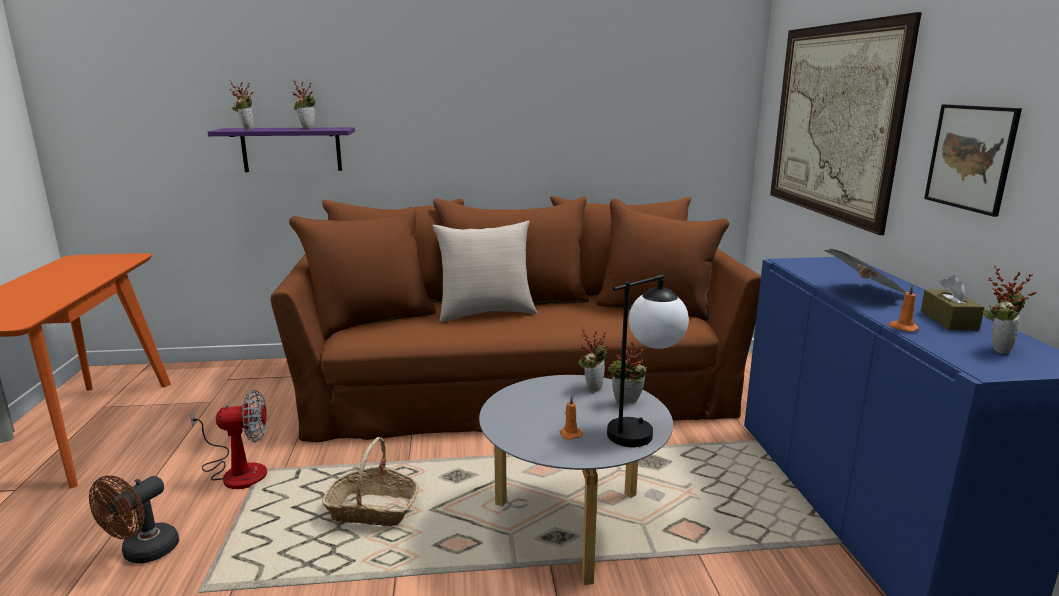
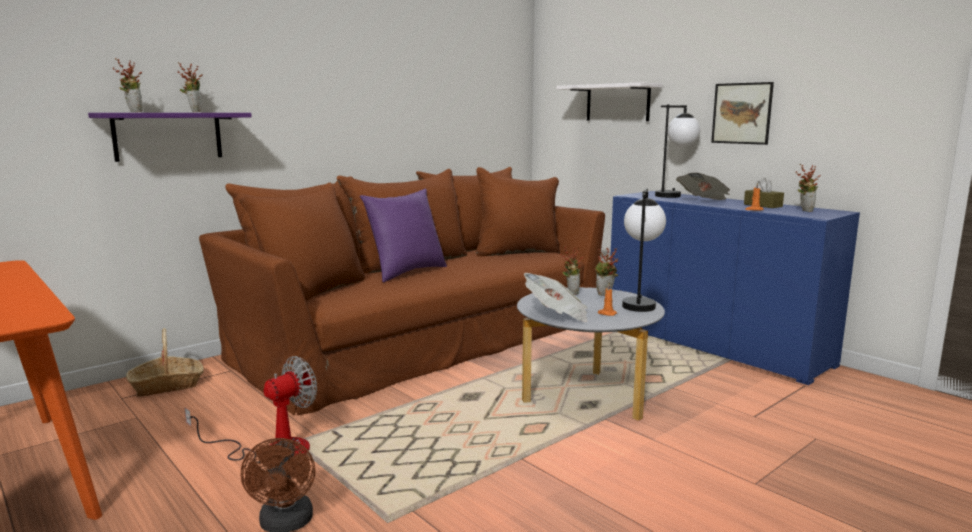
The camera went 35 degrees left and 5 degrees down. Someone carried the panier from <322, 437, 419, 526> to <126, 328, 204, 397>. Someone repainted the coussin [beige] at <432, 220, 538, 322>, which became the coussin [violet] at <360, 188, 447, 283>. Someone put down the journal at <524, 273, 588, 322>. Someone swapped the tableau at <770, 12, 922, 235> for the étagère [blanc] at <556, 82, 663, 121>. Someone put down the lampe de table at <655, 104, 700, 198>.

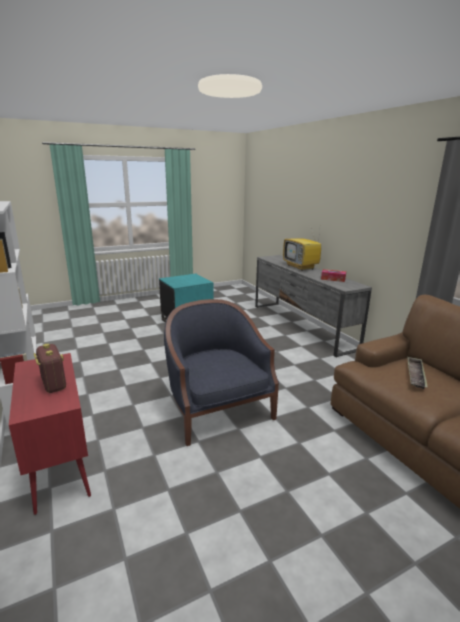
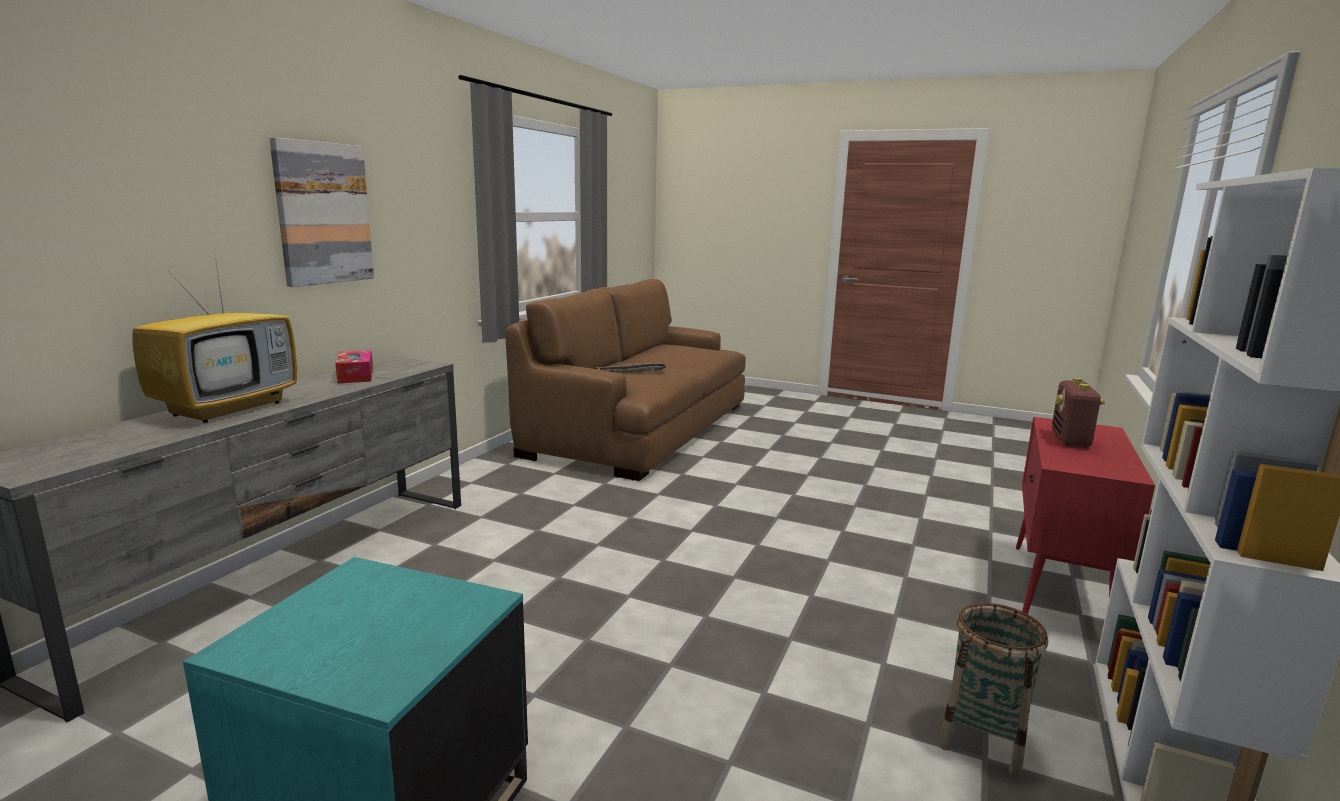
The camera went 130 degrees left and 5 degrees down. Someone put up the tableau at <269, 137, 374, 287>. Someone put down the panier at <938, 603, 1048, 776>. Someone took away the fauteuil [bleu] at <164, 299, 279, 446>.

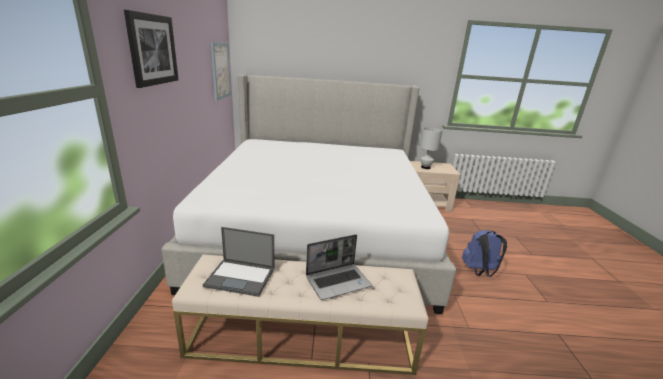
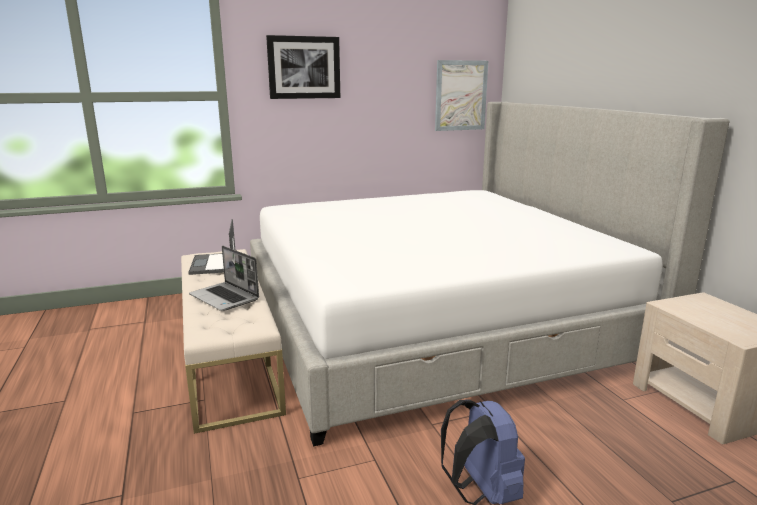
The camera went 70 degrees right and 5 degrees down. Someone took away the lampe de table [blanc] at <420, 127, 442, 169>.

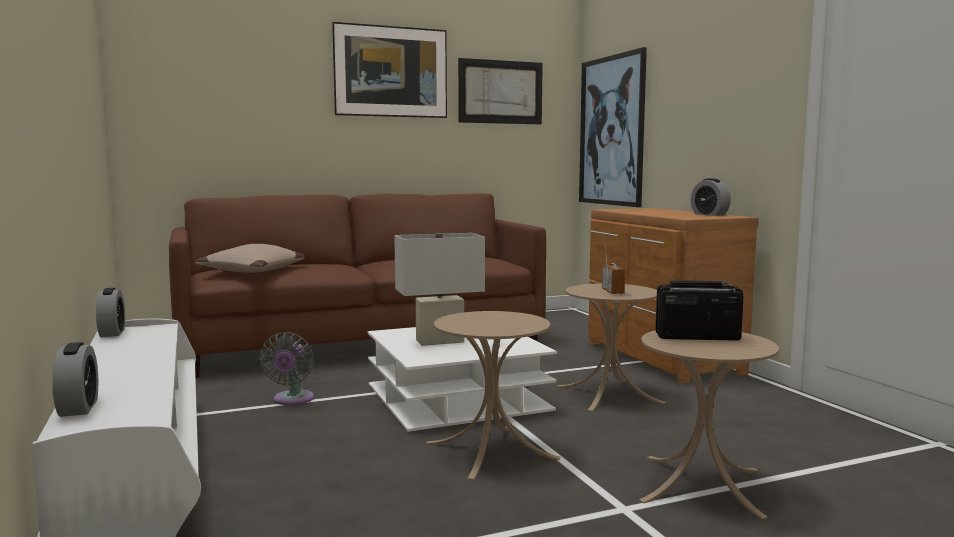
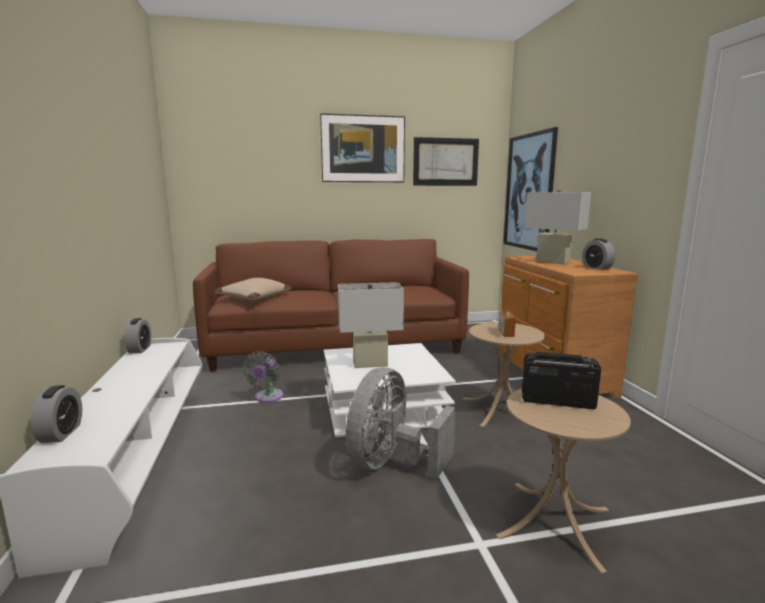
The camera went 10 degrees right and 5 degrees up. Someone swapped the table d'appoint [beige] at <426, 311, 560, 480> for the ventilateur [gris] at <346, 367, 456, 479>. Someone put down the lampe de table [blanc] at <525, 190, 591, 264>.

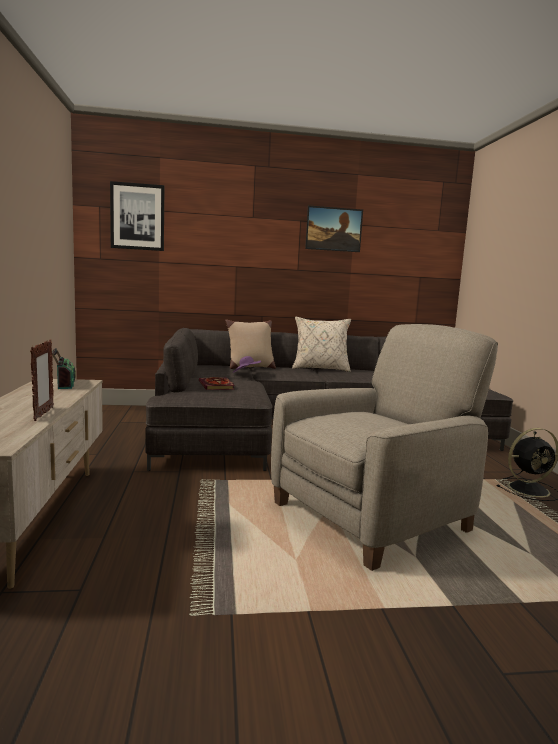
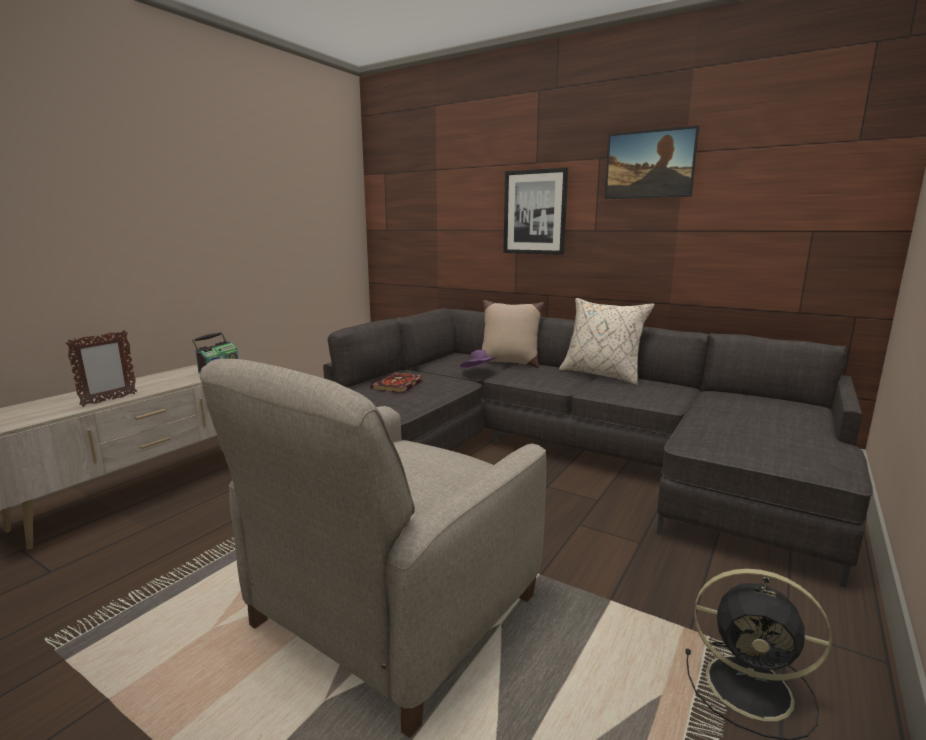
The camera went 40 degrees right and 5 degrees up. Someone rotated the fauteuil [beige] at <271, 324, 498, 571> by 120 degrees clockwise. Someone carried the tableau from <110, 181, 165, 251> to <503, 167, 568, 255>.

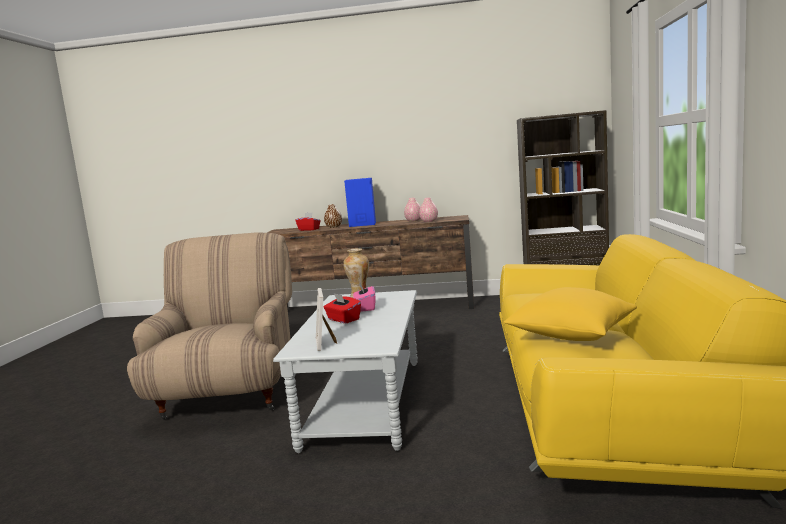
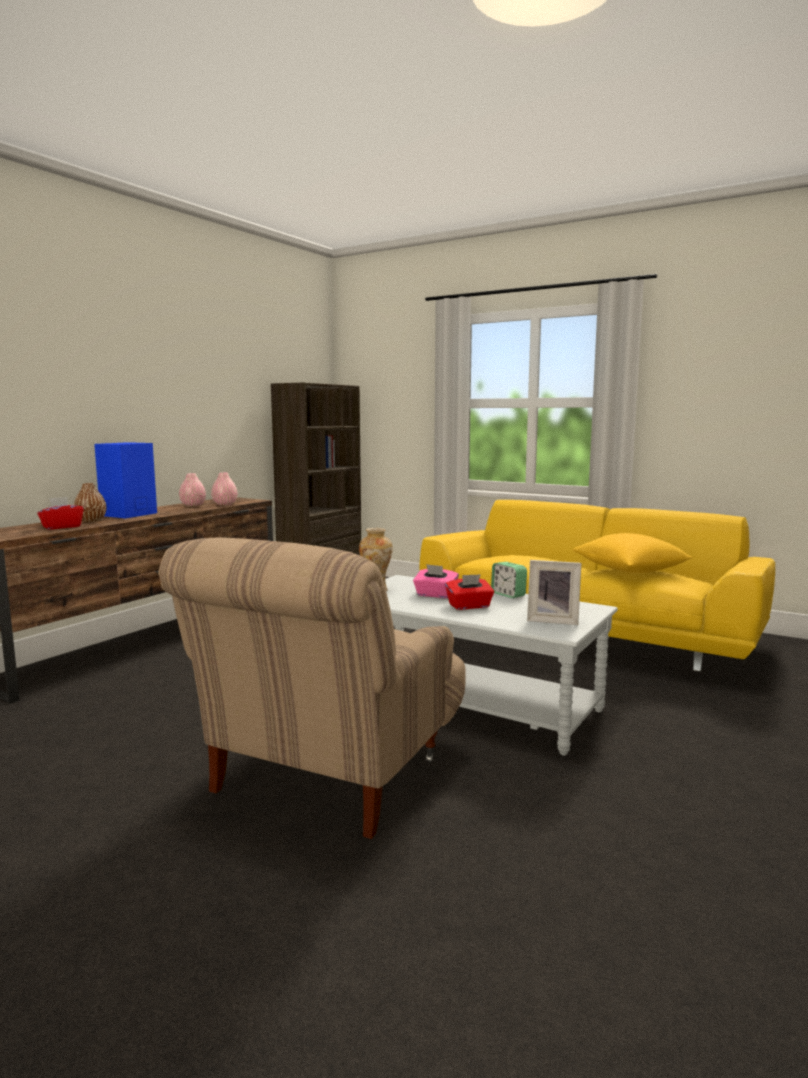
The camera went 65 degrees left and 0 degrees up. Someone rotated the fauteuil [beige] at <127, 232, 292, 420> by 90 degrees counterclockwise. Someone put down the réveil at <491, 562, 527, 598>.

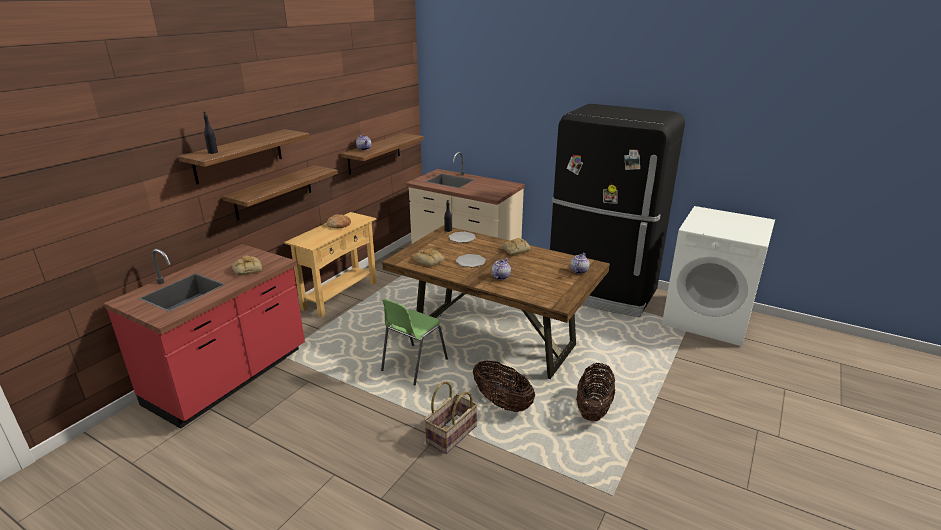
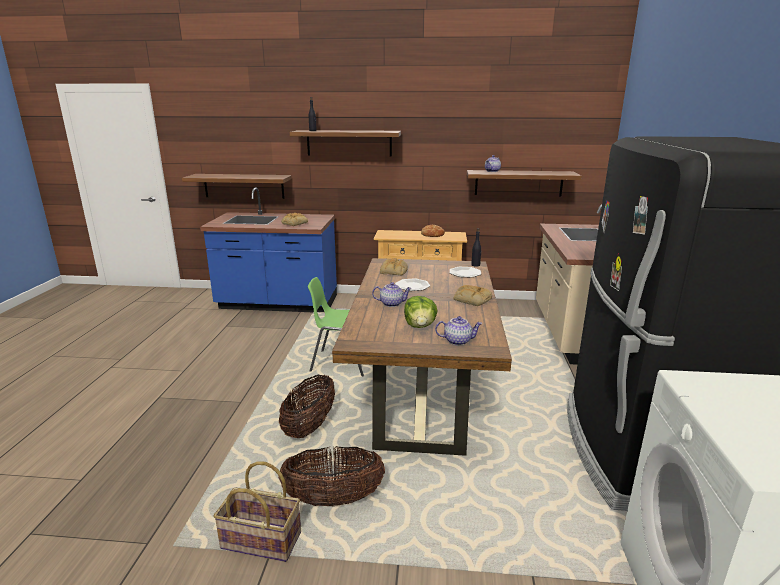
The camera went 65 degrees right and 5 degrees down. Someone carried the étagère from <222, 165, 338, 221> to <182, 174, 292, 199>. Someone repainted the comptoir de cuisine [rouge] at <103, 244, 305, 429>, which became the comptoir de cuisine [bleu] at <200, 188, 337, 312>. Someone carried the panier from <424, 381, 478, 454> to <213, 461, 301, 562>. Someone put down the laitue at <404, 296, 438, 328>.

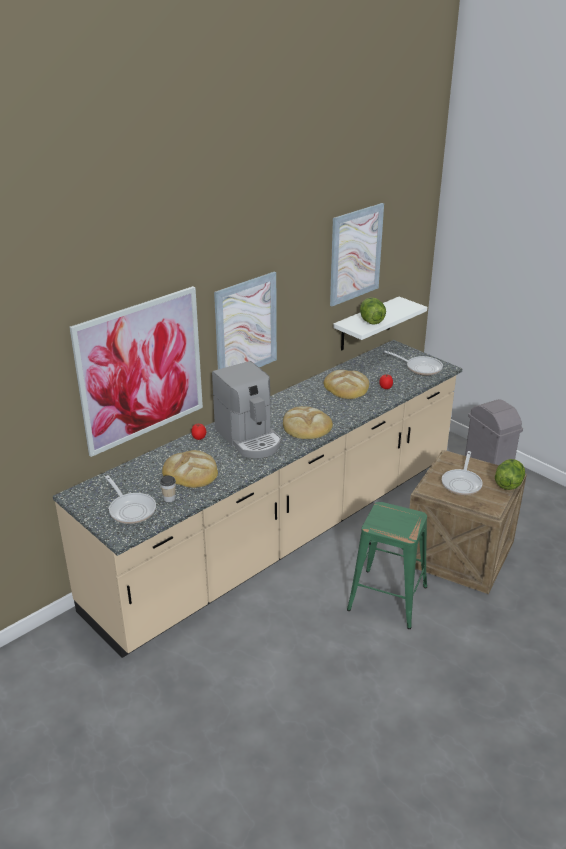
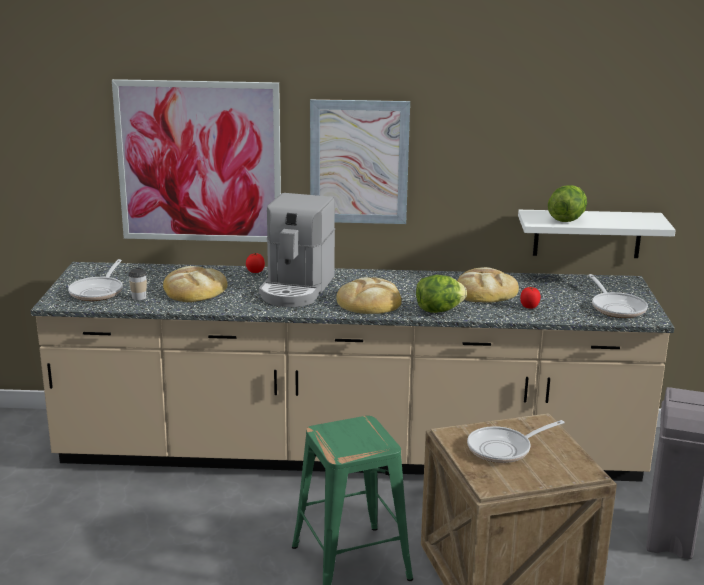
The camera went 45 degrees right and 10 degrees down. Someone carried the laitue from <495, 459, 525, 490> to <416, 275, 467, 313>. Someone took away the tableau at <330, 203, 384, 306>.

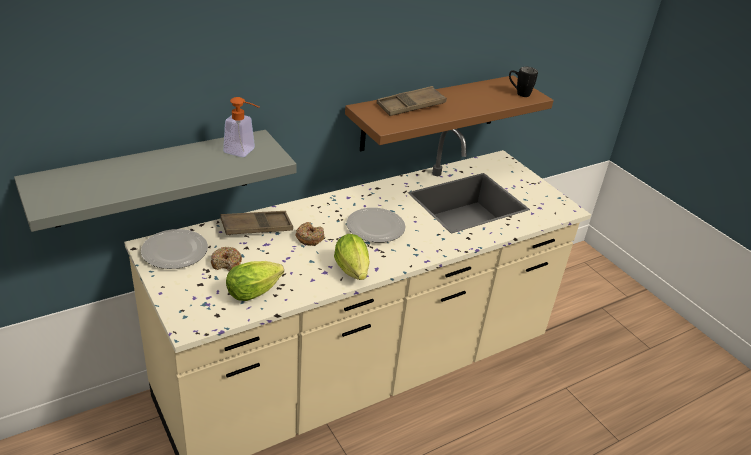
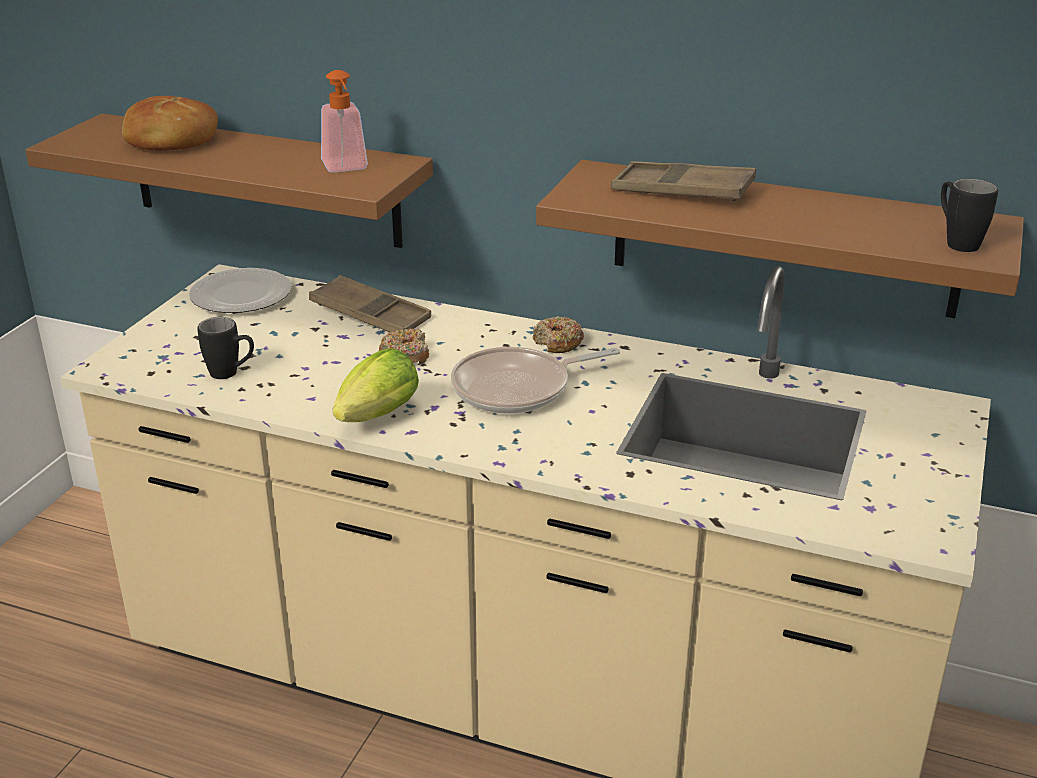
The camera went 55 degrees right and 5 degrees down. Someone repainted the étagère [gris] at <14, 130, 297, 232>, which became the étagère [marron] at <25, 113, 433, 248>. Someone put down the pain at <122, 96, 218, 150>. Someone swapped the laitue at <226, 261, 284, 301> for the mug [noir] at <197, 317, 254, 379>. Someone swapped the assiette at <346, 208, 406, 242> for the poêle at <451, 347, 620, 414>. Someone carried the beignet from <211, 247, 242, 271> to <533, 316, 584, 353>.

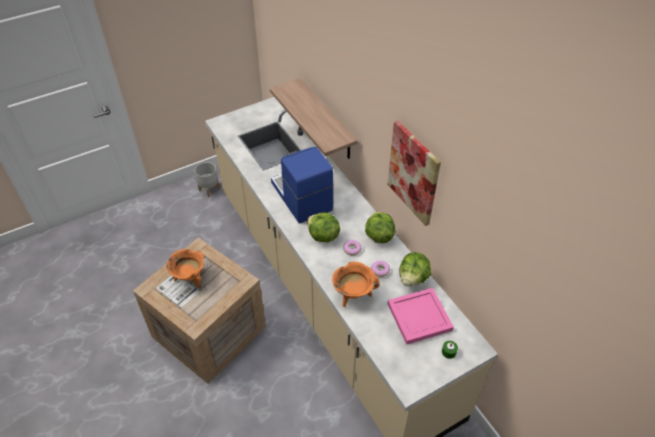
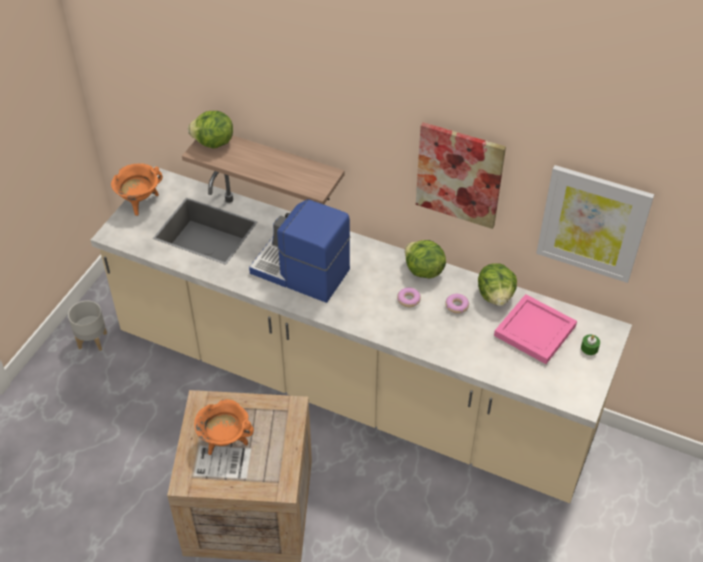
The camera went 35 degrees left and 0 degrees up. Someone carried the marmite [orange] from <332, 262, 380, 307> to <111, 164, 163, 216>. Someone carried the laitue from <307, 212, 340, 242> to <188, 111, 233, 149>. Someone put up the tableau at <536, 165, 654, 283>.

